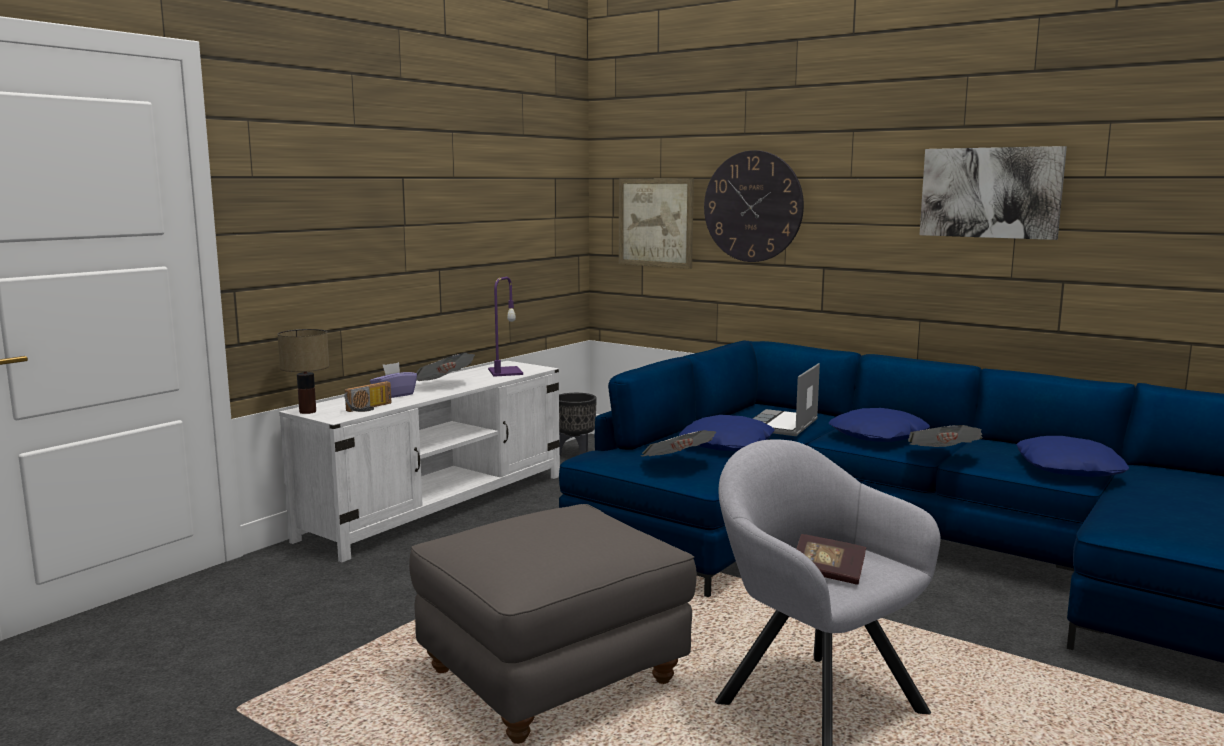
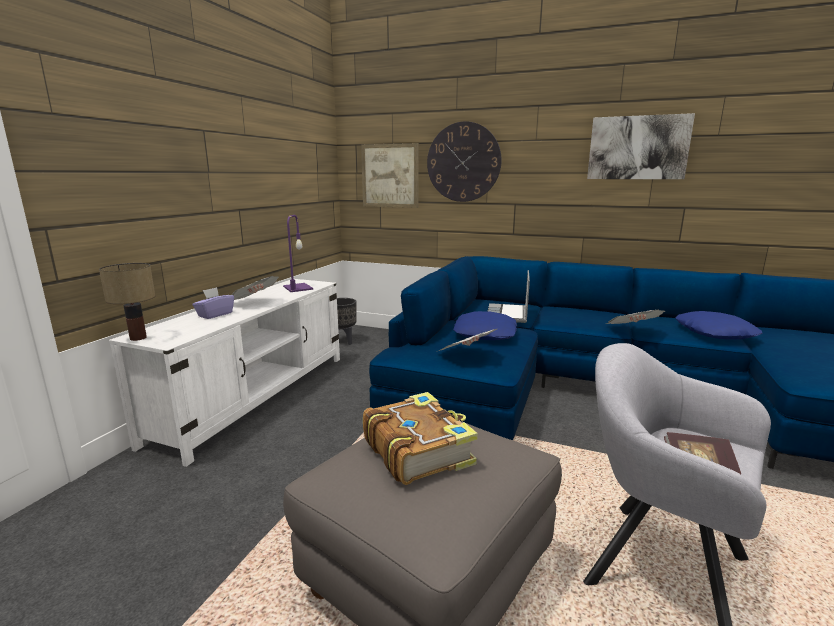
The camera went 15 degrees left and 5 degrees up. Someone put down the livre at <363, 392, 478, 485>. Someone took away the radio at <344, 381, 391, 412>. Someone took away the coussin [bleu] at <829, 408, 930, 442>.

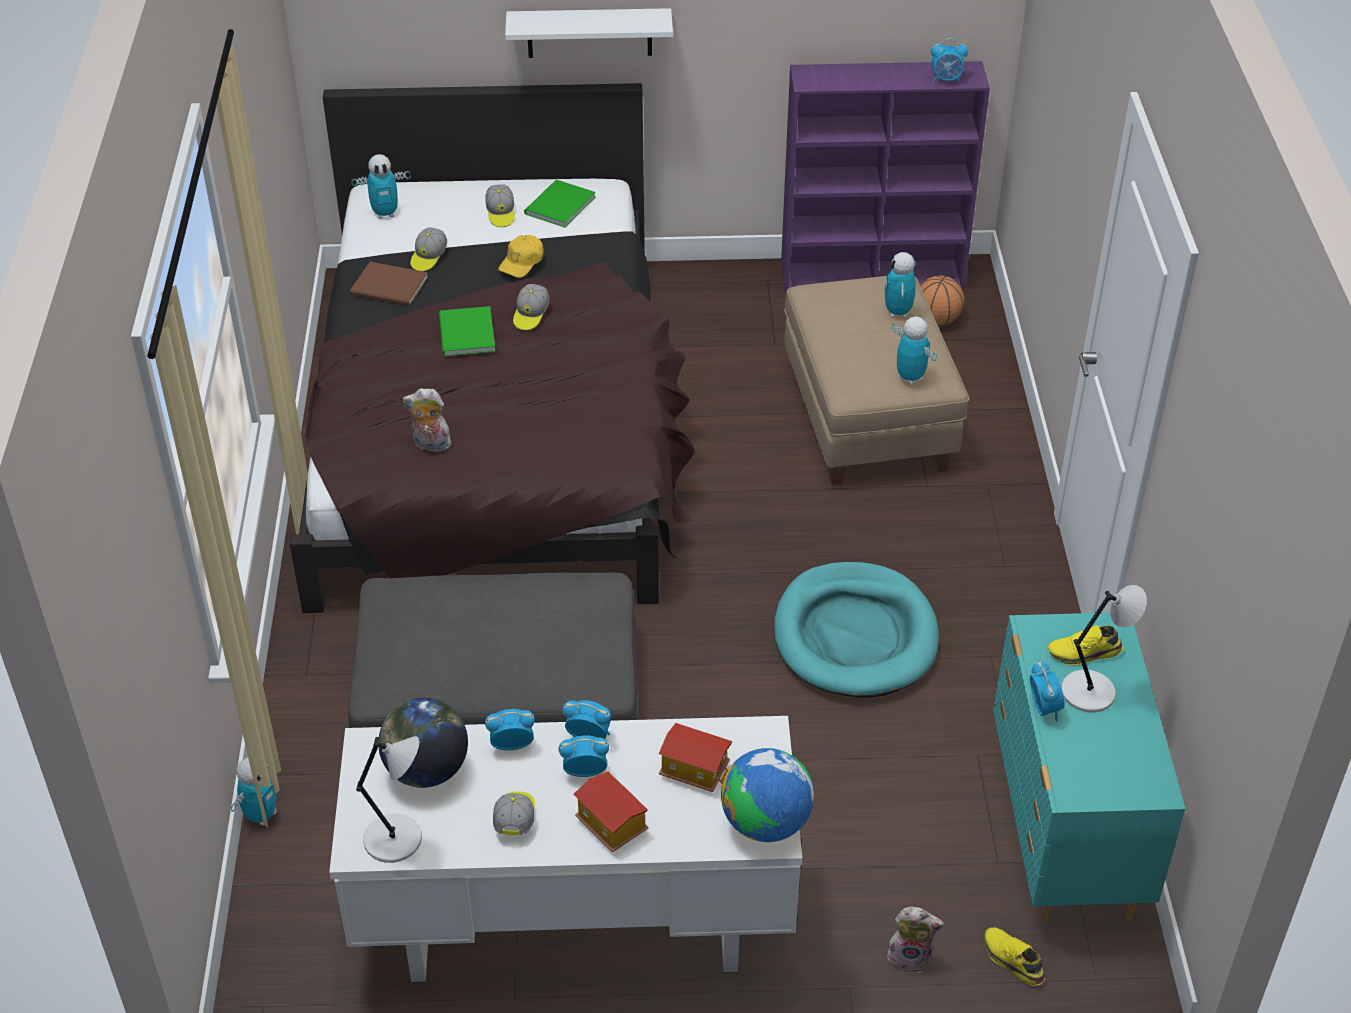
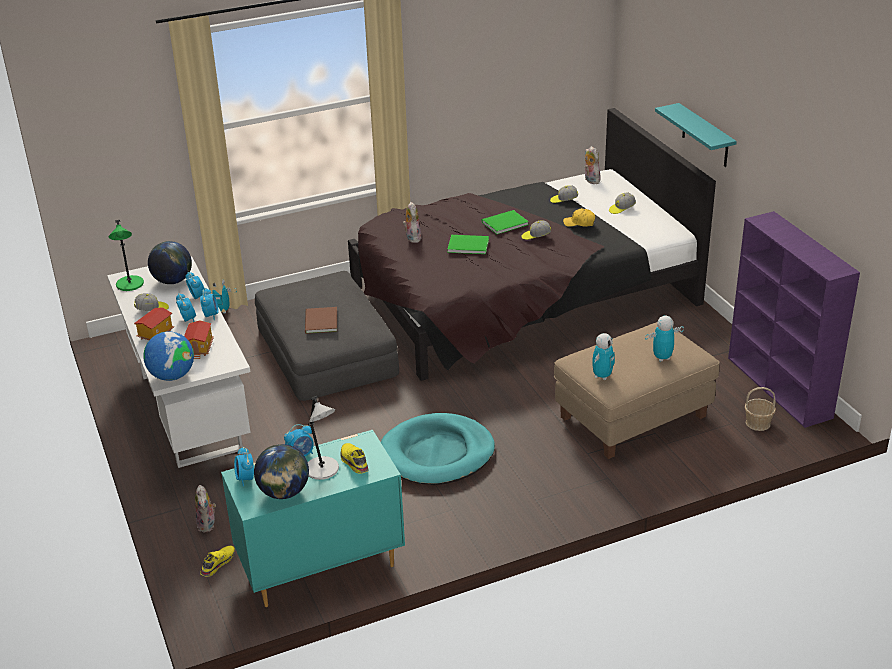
The camera went 70 degrees right and 10 degrees down. Someone repainted the lampe de table [gris] at <356, 736, 422, 863>, which became the lampe de table [vert] at <109, 220, 144, 291>. Someone carried the réveil from <931, 38, 968, 83> to <234, 446, 254, 486>. Someone put down the globe at <254, 444, 309, 499>. Someone carried the livre [marron] from <350, 262, 428, 306> to <305, 307, 337, 334>. Someone carried the livre [vert] from <524, 179, 596, 228> to <448, 235, 489, 254>. Someone swapped the robot jouet at <352, 154, 411, 219> for the peluche at <585, 146, 600, 184>. Someone repainted the étagère [blanc] at <505, 8, 673, 58>, which became the étagère [turquoise] at <655, 103, 737, 167>. Someone swapped the ballon de basket at <920, 275, 965, 325> for the panier at <745, 387, 776, 431>.

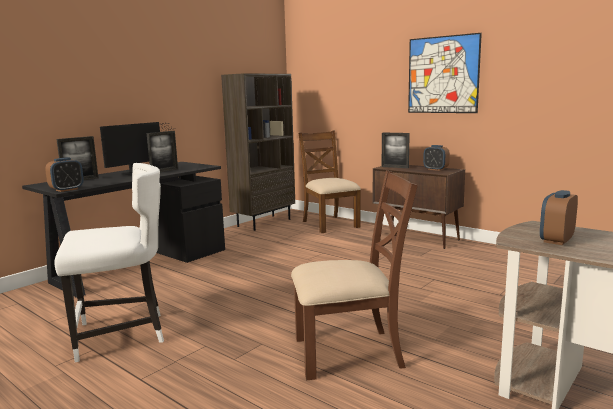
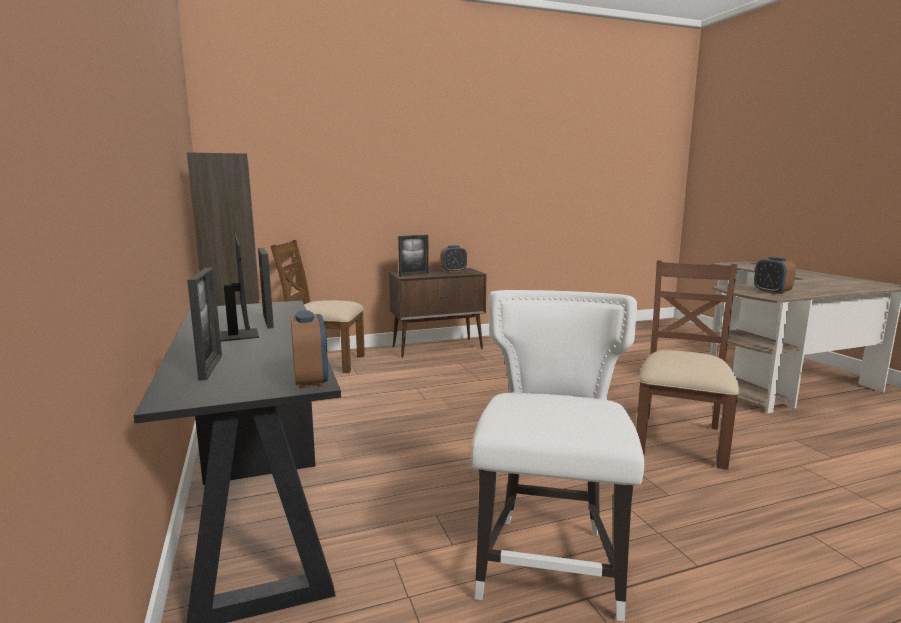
The camera went 60 degrees left and 0 degrees up. Someone took away the tableau at <408, 33, 482, 113>.

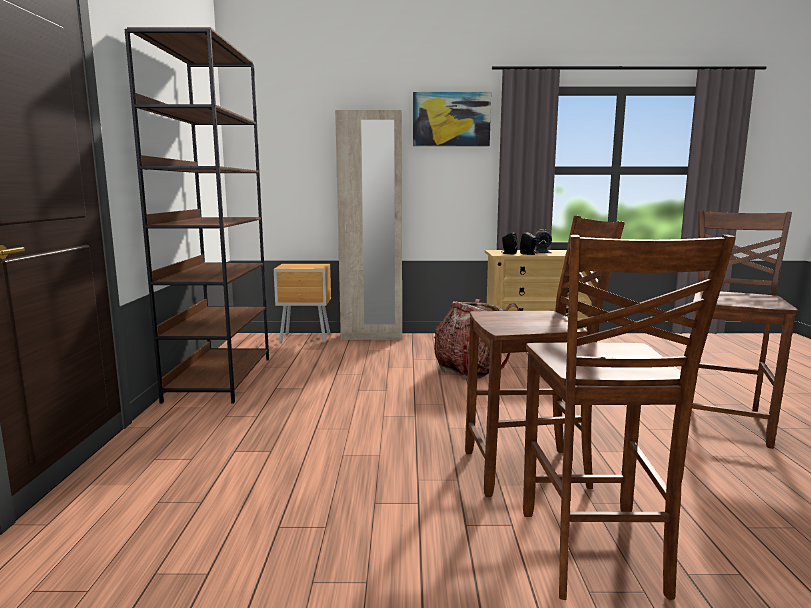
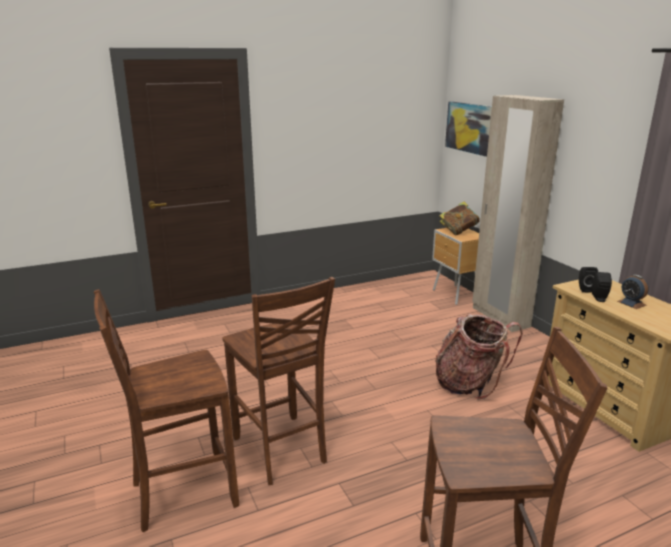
The camera went 65 degrees right and 10 degrees up. Someone put down the livre at <439, 202, 480, 236>. Someone carried the tableau from <413, 92, 491, 146> to <445, 101, 492, 157>. Someone took away the bibliothèque [marron] at <125, 27, 269, 404>.

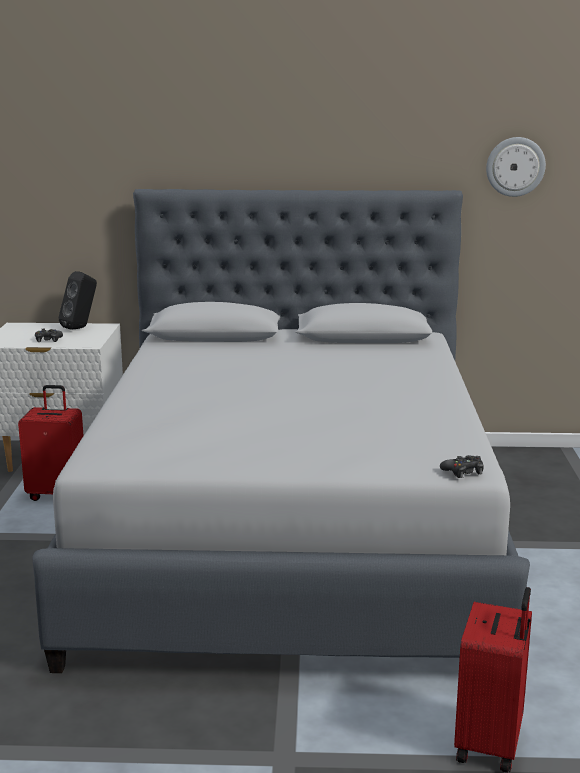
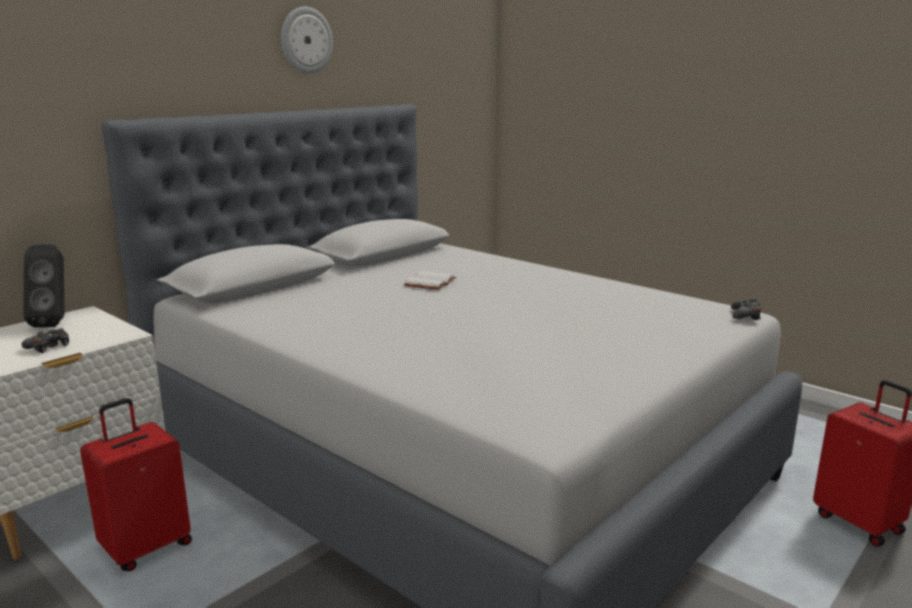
The camera went 50 degrees left and 0 degrees up. Someone carried the horloge murale from <486, 137, 546, 197> to <281, 7, 333, 74>. Someone put down the livre [blanc] at <404, 271, 456, 290>.

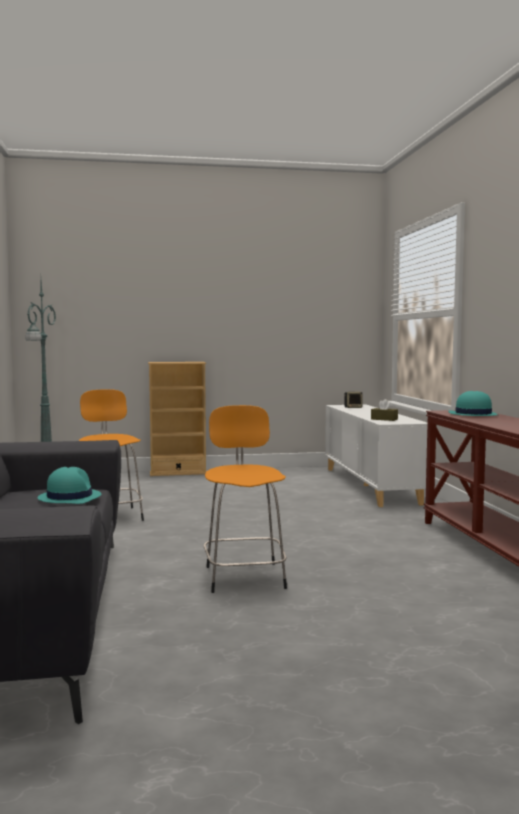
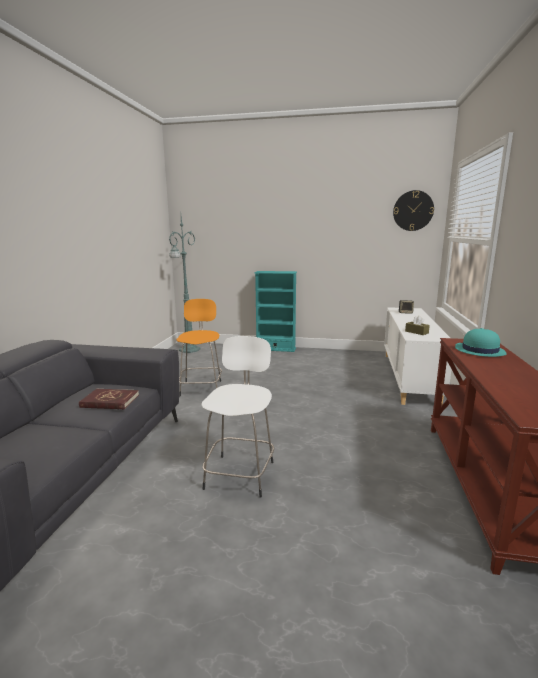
The camera went 20 degrees right and 10 degrees up. Someone swapped the chapeau [turquoise] at <38, 467, 101, 504> for the livre [rouge] at <79, 389, 139, 409>. Someone repainted the tabouret [orange] at <204, 405, 287, 593>, which became the tabouret [blanc] at <201, 336, 274, 498>. Someone repainted the bibliothèque [beige] at <148, 362, 207, 476>, which became the bibliothèque [turquoise] at <254, 271, 297, 352>. Someone put up the horloge murale at <393, 190, 434, 231>.

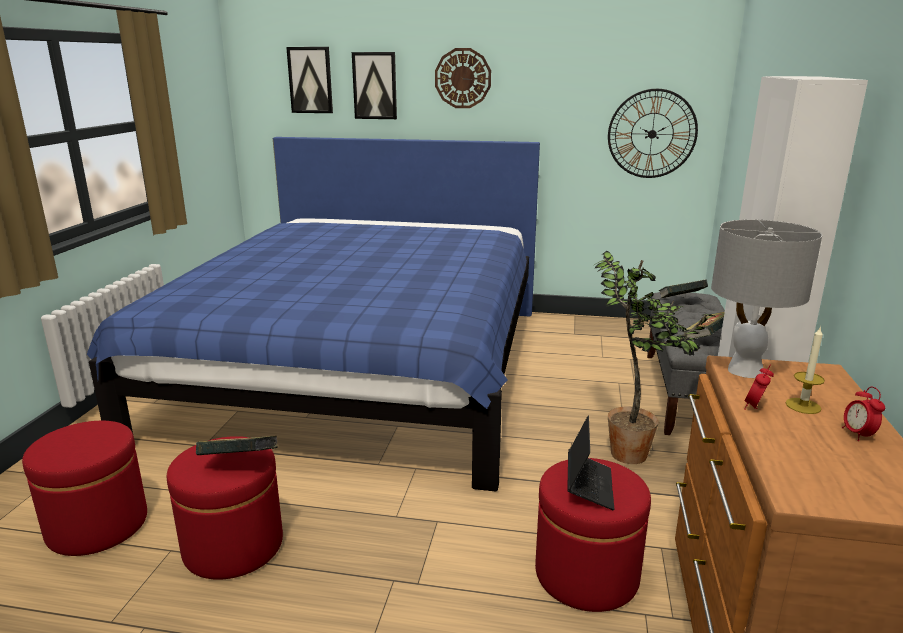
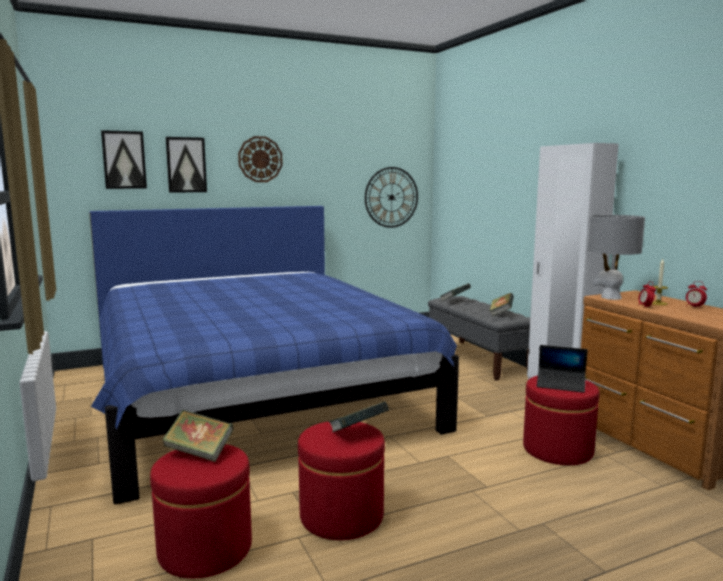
The camera went 35 degrees left and 10 degrees down. Someone put down the livre at <162, 410, 234, 462>. Someone rotated the ordinateur portable at <567, 416, 614, 510> by 135 degrees clockwise. Someone took away the plante en pot at <594, 251, 717, 464>.

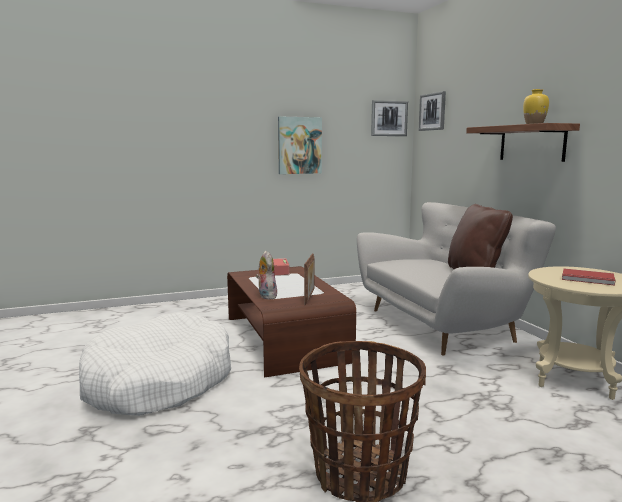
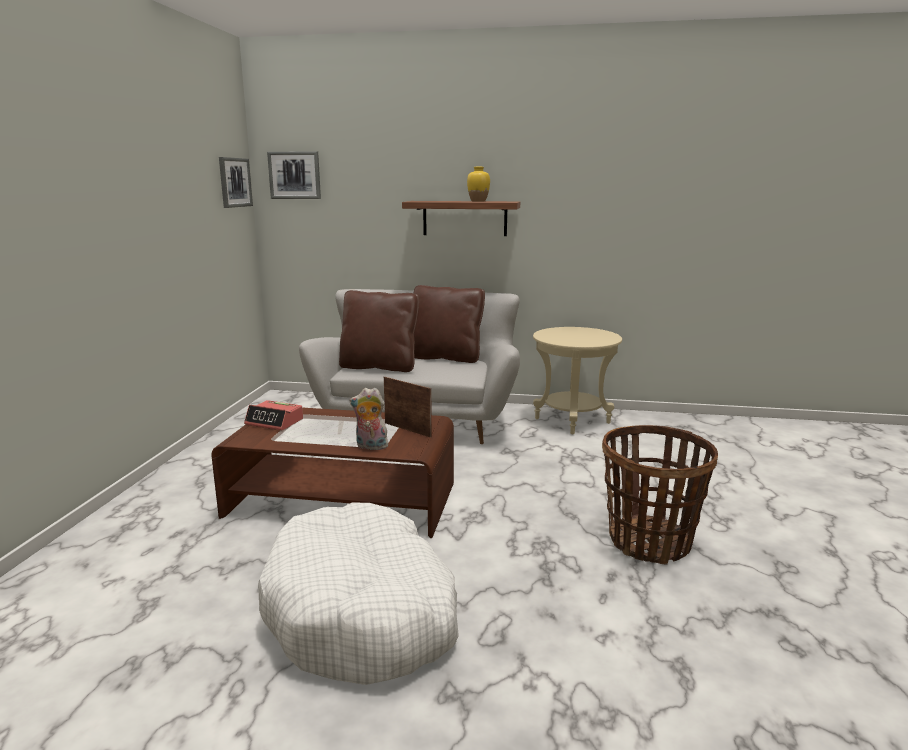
The camera went 60 degrees left and 5 degrees up. Someone put down the coussin [marron] at <339, 290, 419, 372>. Someone took away the tableau at <278, 116, 322, 174>. Someone took away the livre [rouge] at <562, 268, 616, 286>.

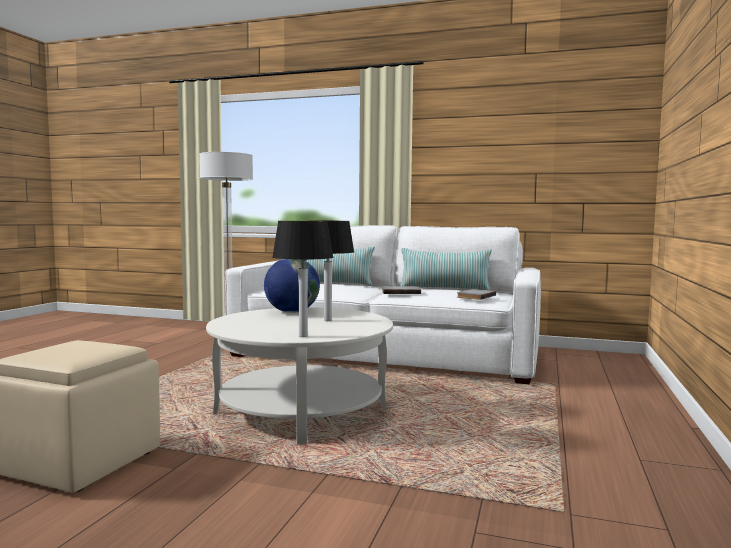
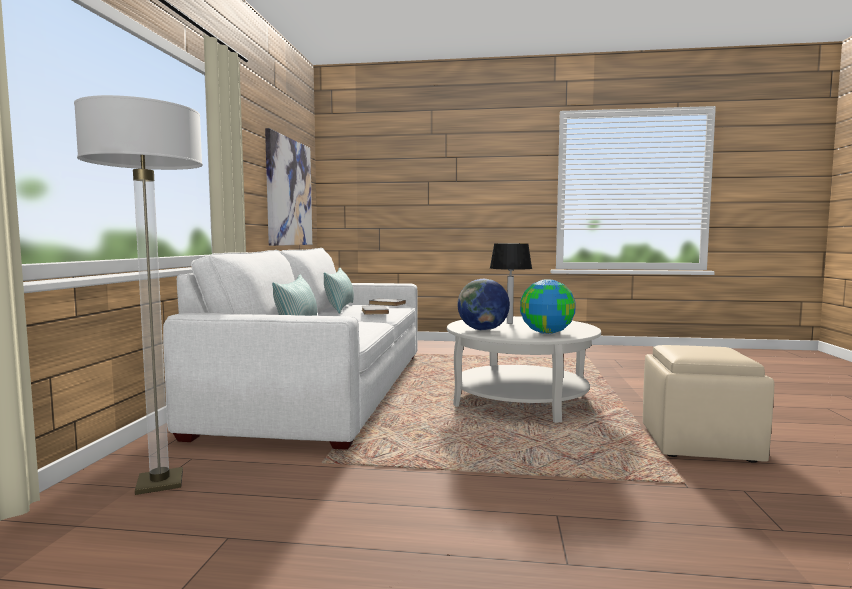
The camera went 100 degrees left and 0 degrees up. Someone put up the tableau at <265, 128, 312, 246>. Someone put down the globe at <520, 280, 576, 334>. Someone took away the lampe de table at <272, 221, 334, 337>.

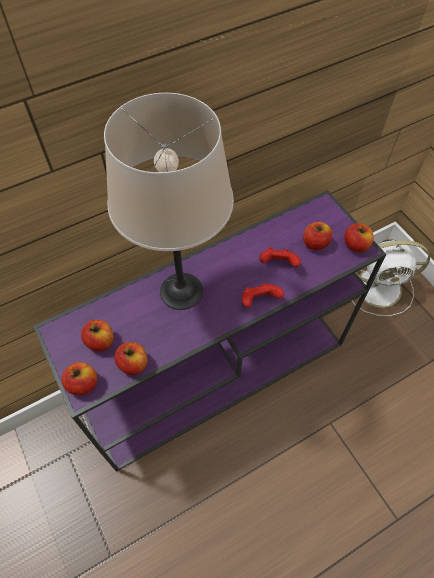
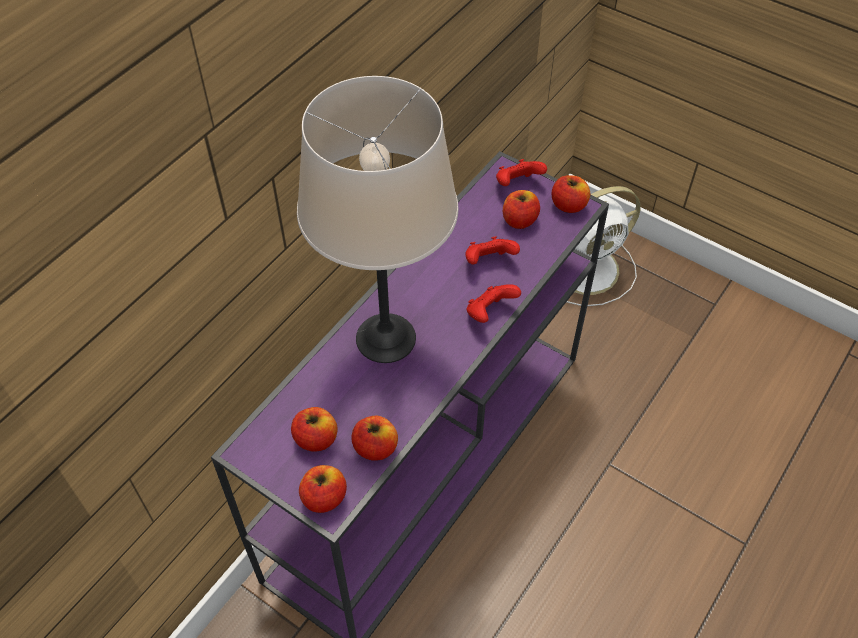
The camera went 25 degrees left and 5 degrees down. Someone put down the manette [rouge] at <496, 159, 547, 186>.

